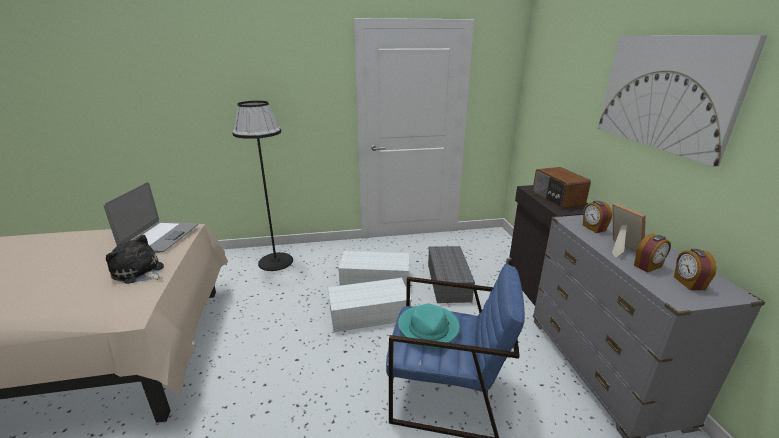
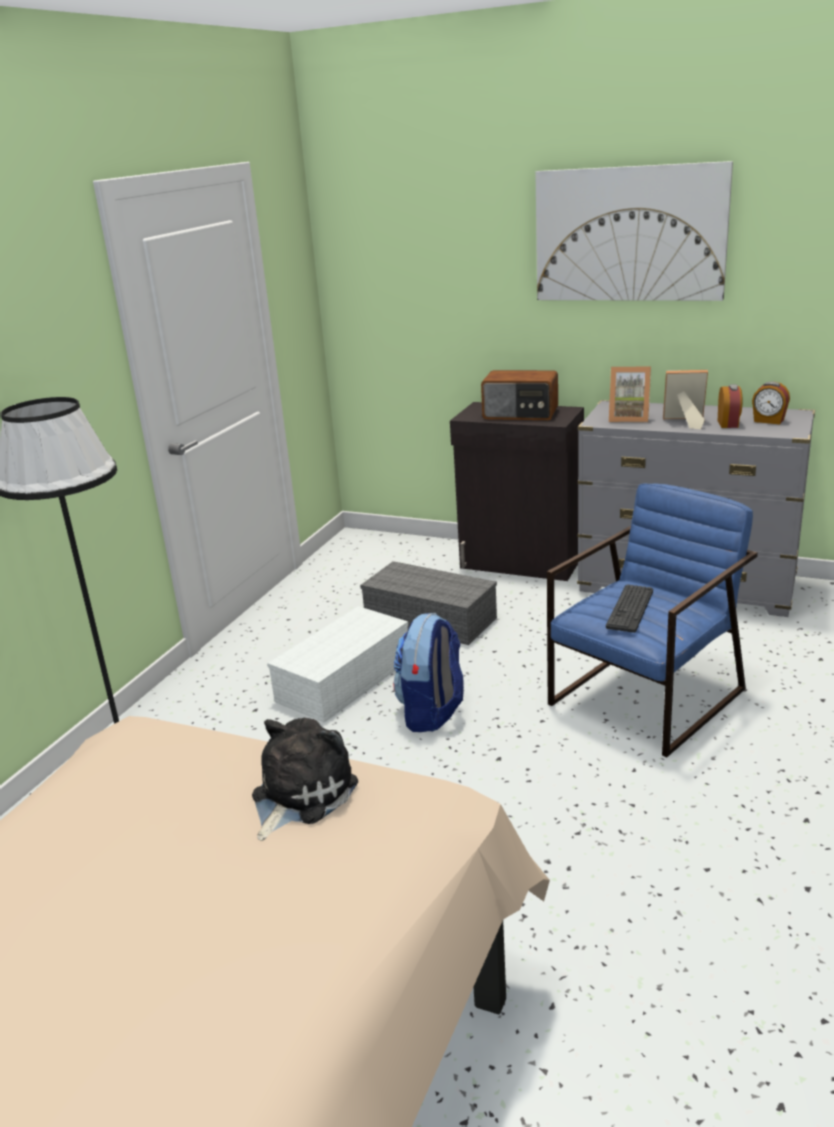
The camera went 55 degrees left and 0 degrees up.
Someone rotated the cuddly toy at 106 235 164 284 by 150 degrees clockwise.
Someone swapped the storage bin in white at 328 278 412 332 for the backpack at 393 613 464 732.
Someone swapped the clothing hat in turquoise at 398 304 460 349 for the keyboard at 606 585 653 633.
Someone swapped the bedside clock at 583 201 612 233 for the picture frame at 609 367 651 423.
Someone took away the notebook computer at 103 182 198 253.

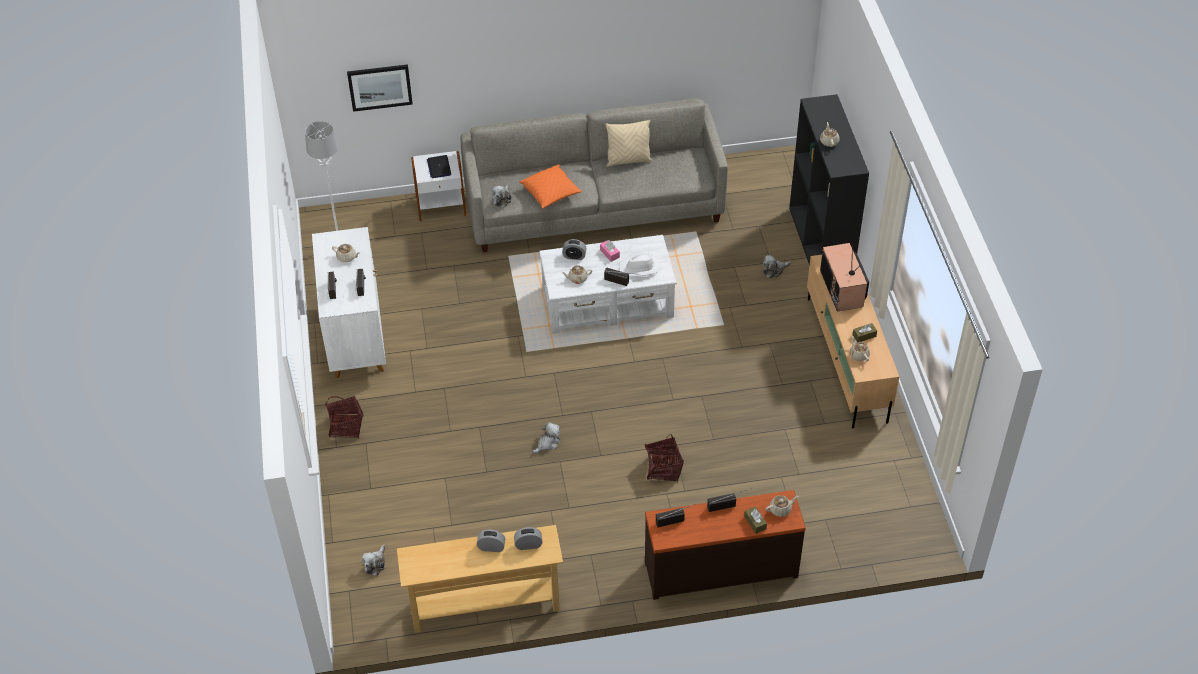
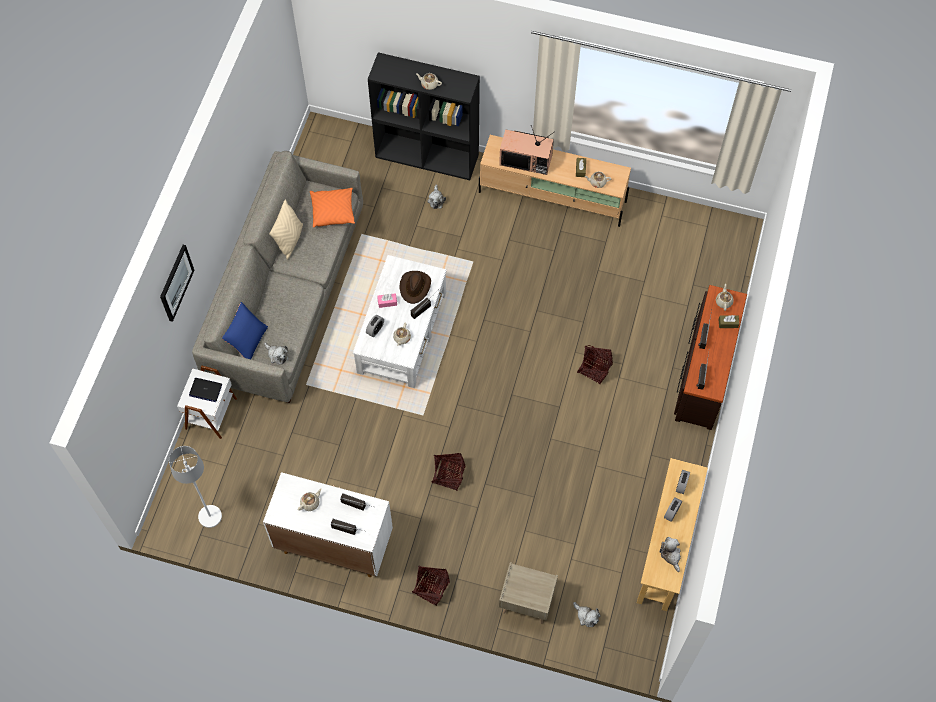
The camera went 65 degrees left and 15 degrees up.
Someone carried the wall art from 347 64 413 112 to 160 245 194 322.
Someone put down the pillow in blue at 222 302 268 359.
Someone carried the pillow in orange-coloured from 519 165 582 209 to 310 188 355 228.
Someone repainted the clothing hat in white at 619 251 660 277, which became the clothing hat in brown at 399 271 431 304.
Someone put down the basket at 432 453 465 490.
Someone put down the night table in sand-coloured at 499 562 558 624.
Someone carried the cuddly toy from 533 422 560 454 to 660 537 681 572.

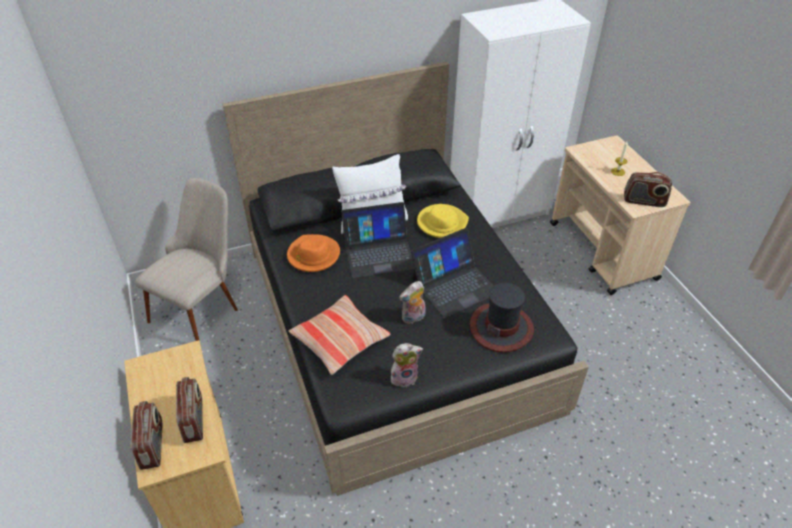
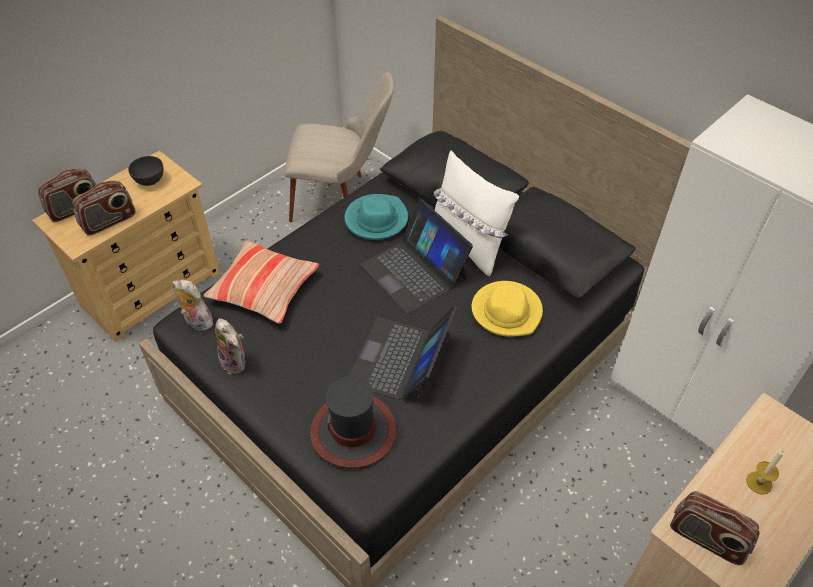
The camera went 65 degrees right and 5 degrees up.
Someone put down the serving bowl in grey at 128 156 163 186.
Someone carried the cuddly toy from 399 281 426 324 to 172 279 213 331.
Someone repainted the clothing hat in orange-coloured at 287 234 340 272, which became the clothing hat in turquoise at 344 194 408 240.
Someone rotated the notebook computer at 411 228 494 318 by 75 degrees clockwise.
Someone rotated the radio set at 624 172 672 207 by 45 degrees counterclockwise.

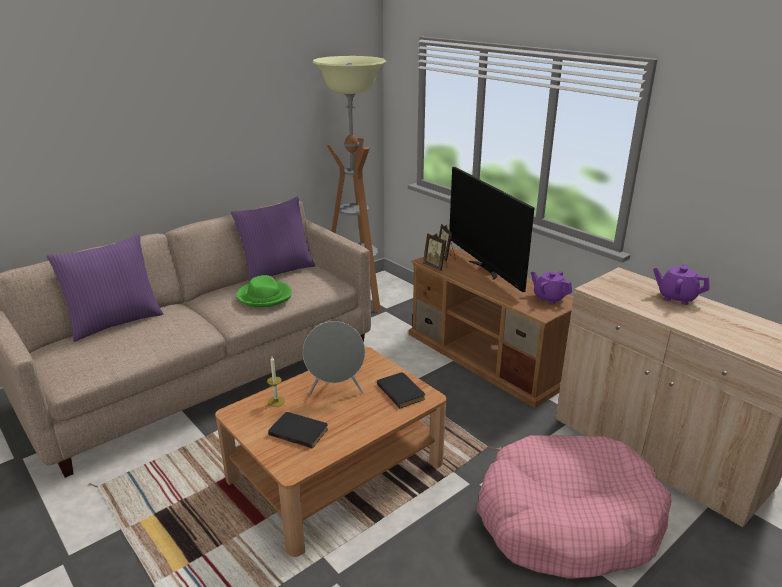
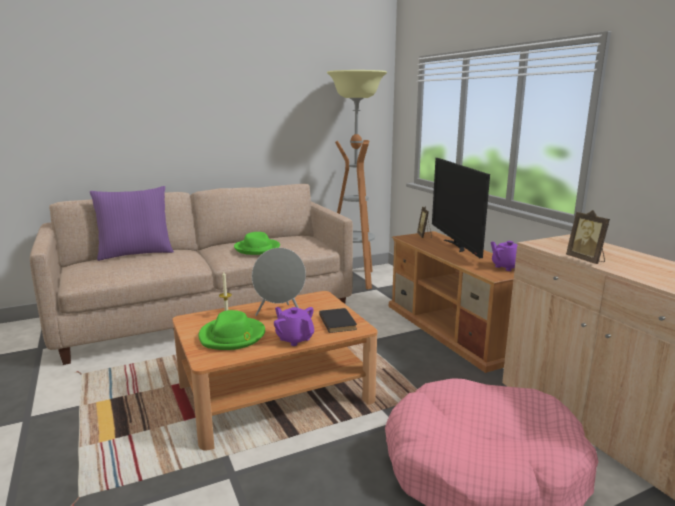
The camera went 15 degrees right and 10 degrees down.
Someone swapped the volume in black at 268 412 328 449 for the clothing hat in greenish at 198 310 265 350.
Someone carried the pot for tea in purplish from 653 264 710 305 to 274 307 314 346.
Someone carried the picture frame from 423 233 447 271 to 566 210 610 264.
Someone took away the pillow in purplish at 231 196 316 282.

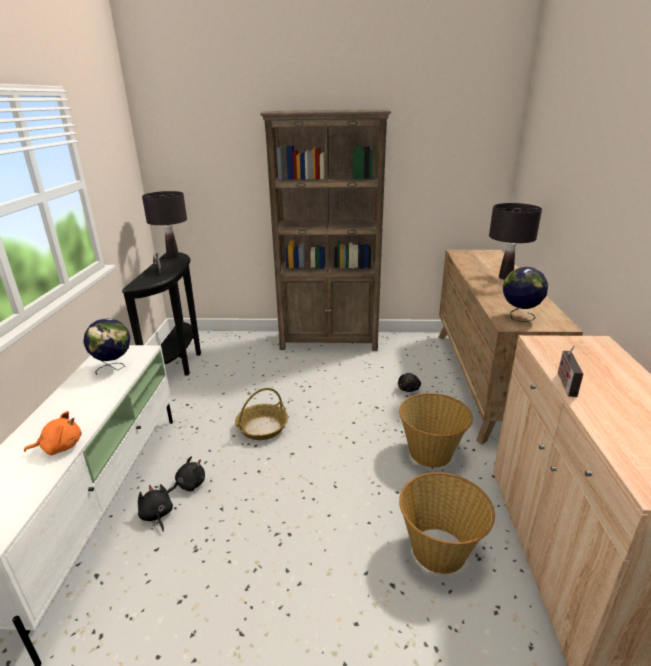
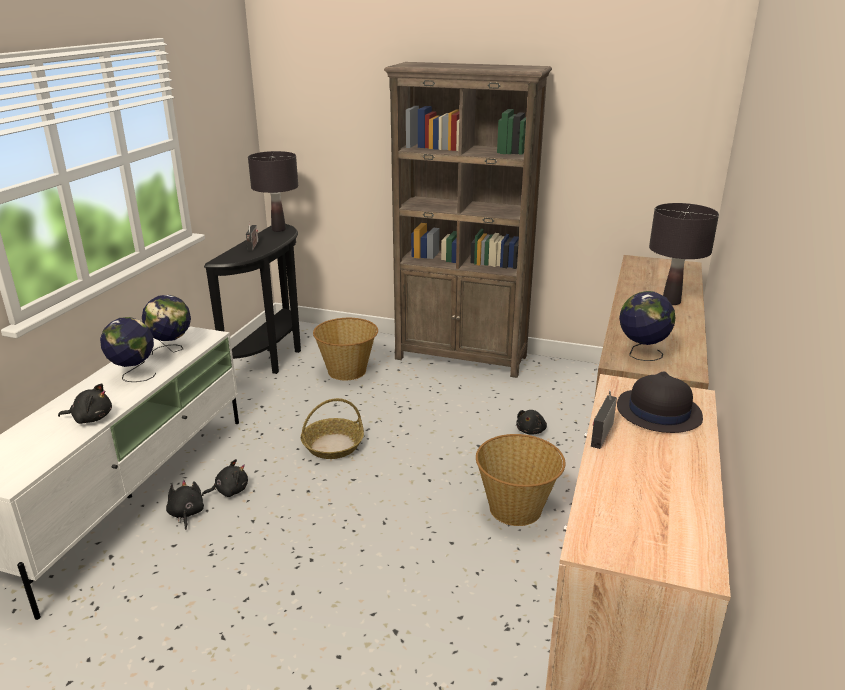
The camera went 15 degrees right and 0 degrees up.
Someone repainted the cuddly toy in orange-coloured at 24 411 81 455, which became the cuddly toy in black at 58 383 112 424.
Someone put down the globe at 100 317 156 382.
Someone carried the basket from 399 472 495 574 to 313 318 378 380.
Someone put down the clothing hat in black at 617 371 703 433.

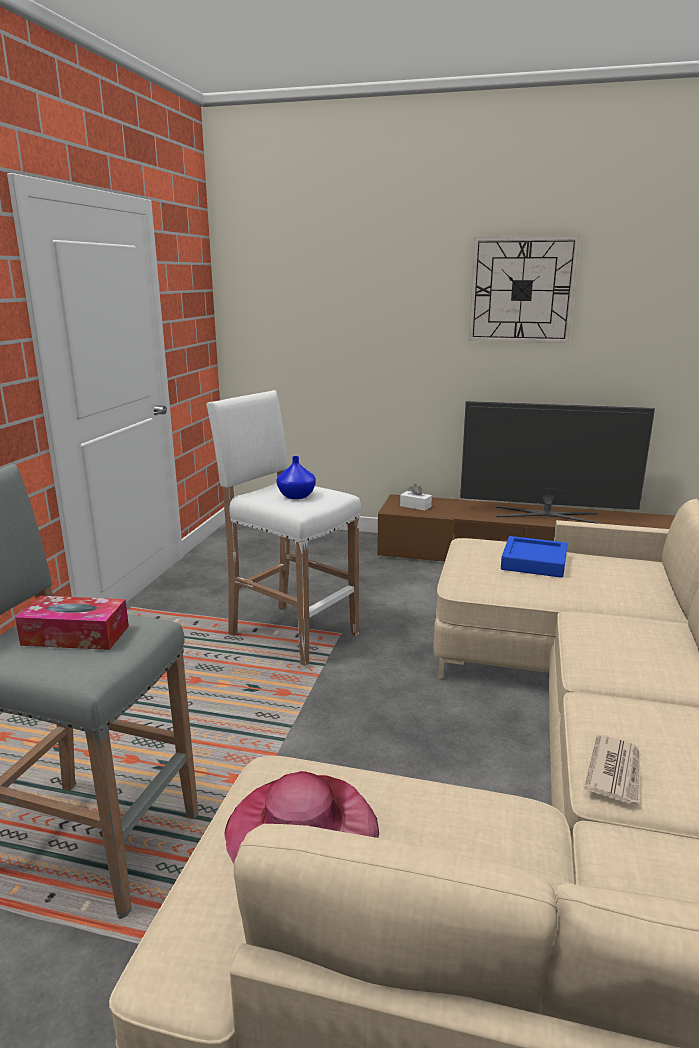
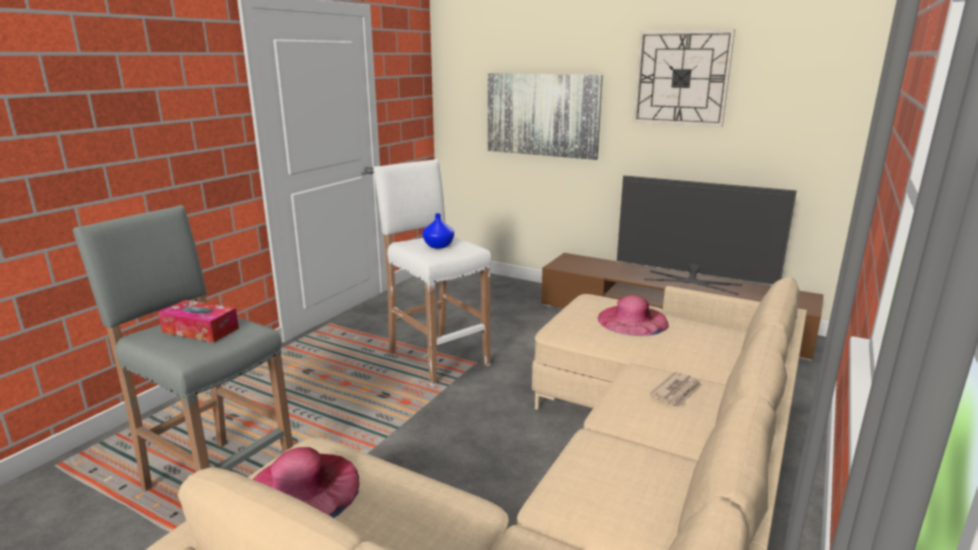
The camera went 15 degrees right and 0 degrees up.
Someone put up the wall art at 488 73 603 160.
Someone swapped the serving tray in blue at 501 536 567 578 for the clothing hat in pinkish at 597 295 669 336.
Someone carried the newspaper from 584 735 640 804 to 650 372 701 406.
Someone took away the tissue box in white at 400 484 432 511.

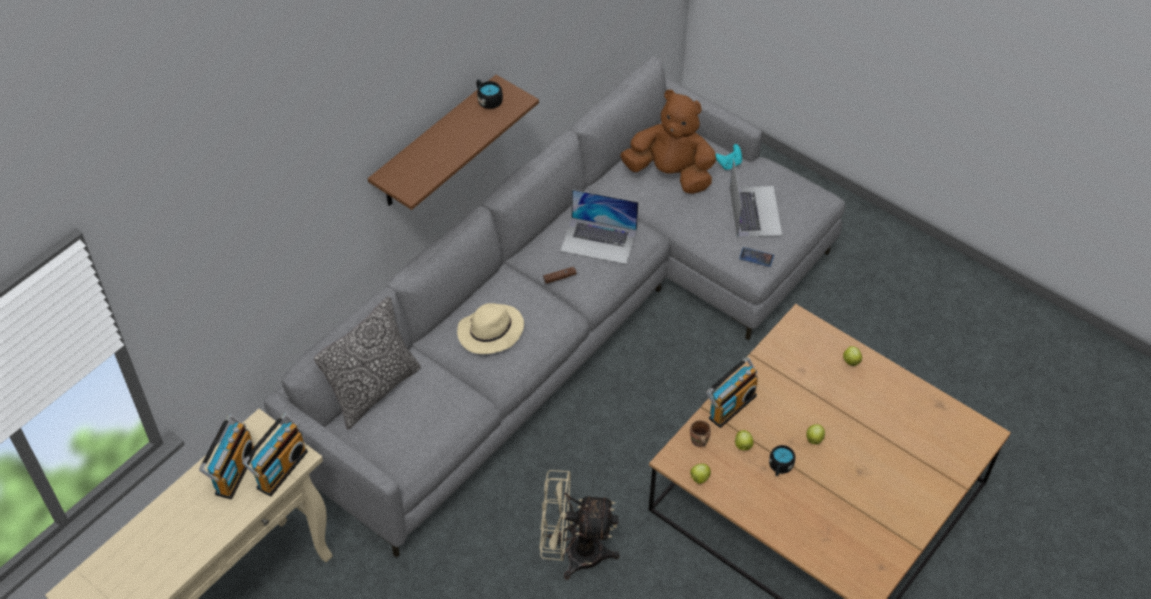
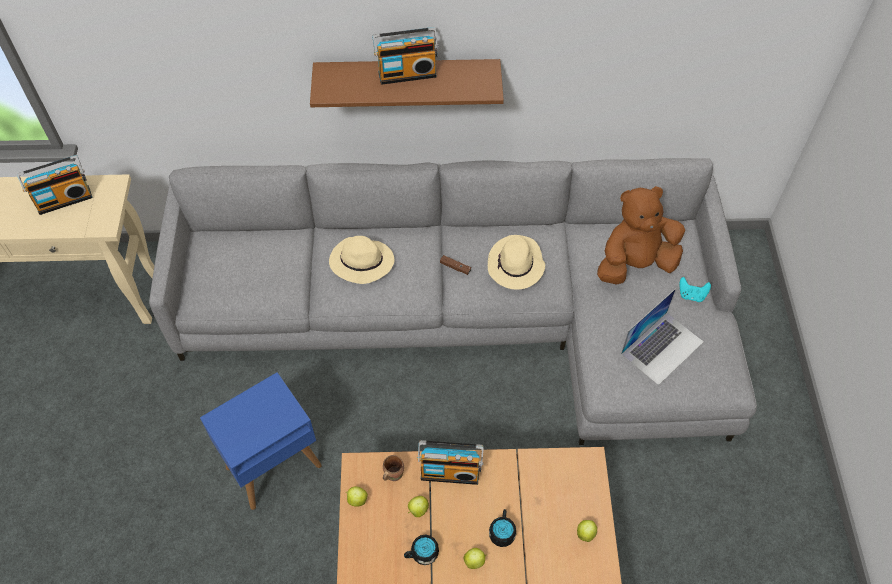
The camera went 50 degrees right and 5 degrees up.
Someone swapped the electric fan in sand-coloured at 540 470 620 580 for the side table in blue at 200 372 322 510.
Someone carried the radio set from 242 413 308 497 to 372 27 439 85.
Someone swapped the notebook computer at 560 189 639 264 for the clothing hat in sand-coloured at 488 235 545 290.
Someone carried the mug in black from 476 79 503 109 to 489 509 516 547.
Someone rotated the cuddly toy in brown at 620 90 716 194 by 90 degrees counterclockwise.
Someone took away the pillow at 314 296 420 430.
Someone took away the handset at 739 247 774 267.

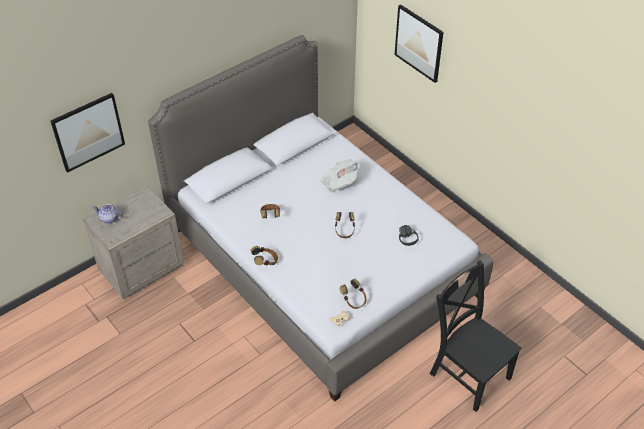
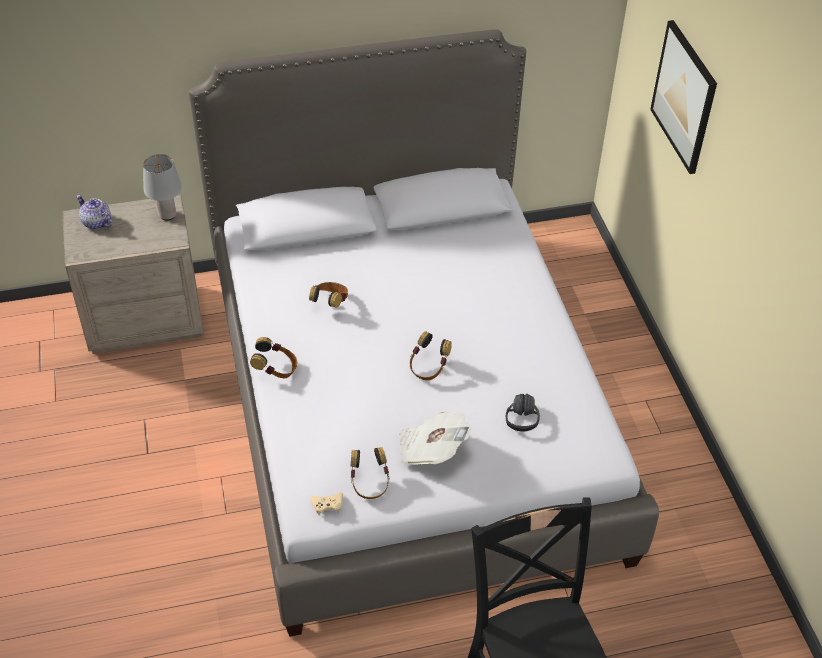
The camera went 25 degrees right and 0 degrees up.
Someone put down the lamp for a table in grey at 143 154 182 221.
Someone carried the newspaper from 321 159 360 192 to 399 412 471 465.
Someone took away the wall art at 50 93 125 173.

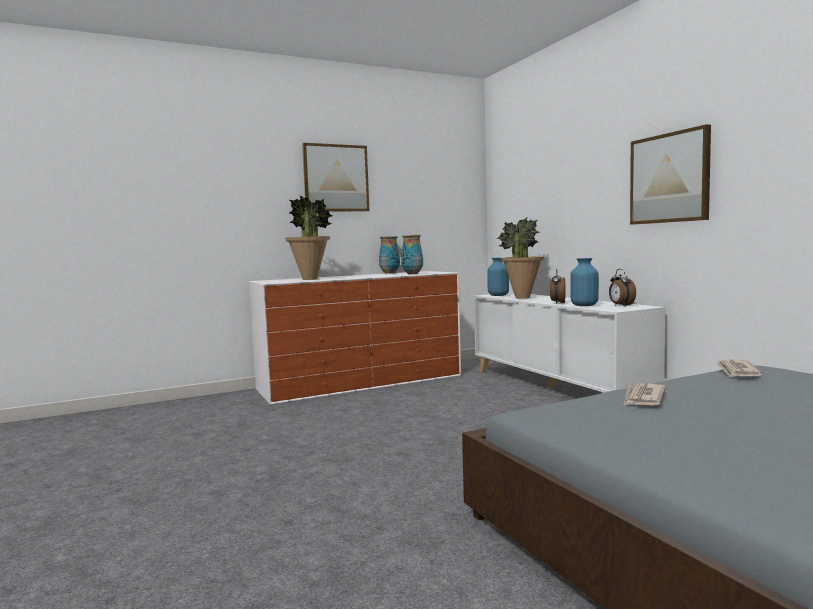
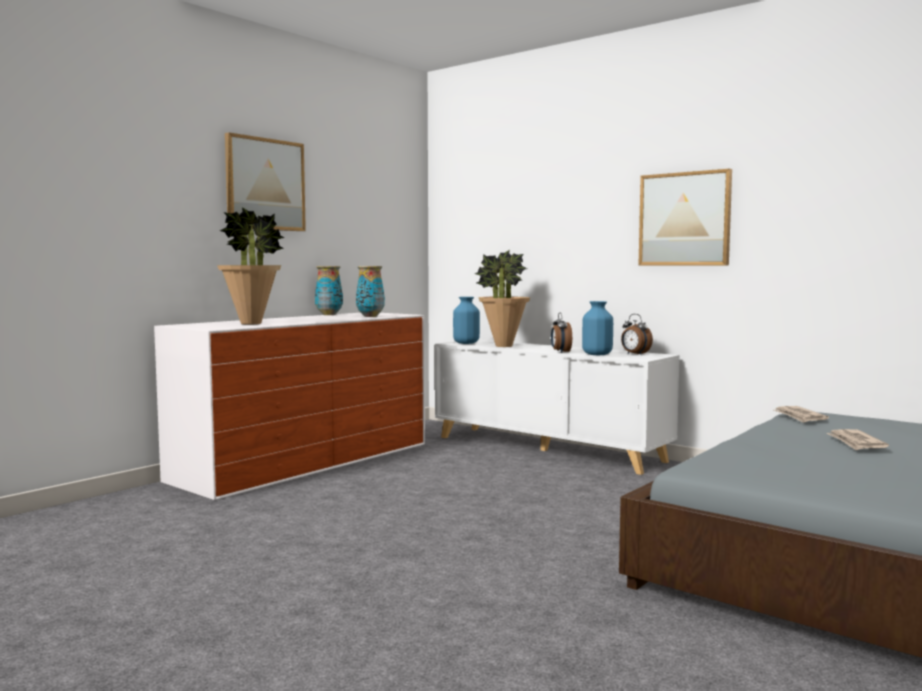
The camera went 25 degrees left and 0 degrees up.
Someone carried the newspaper from 623 383 666 406 to 827 429 889 451.

